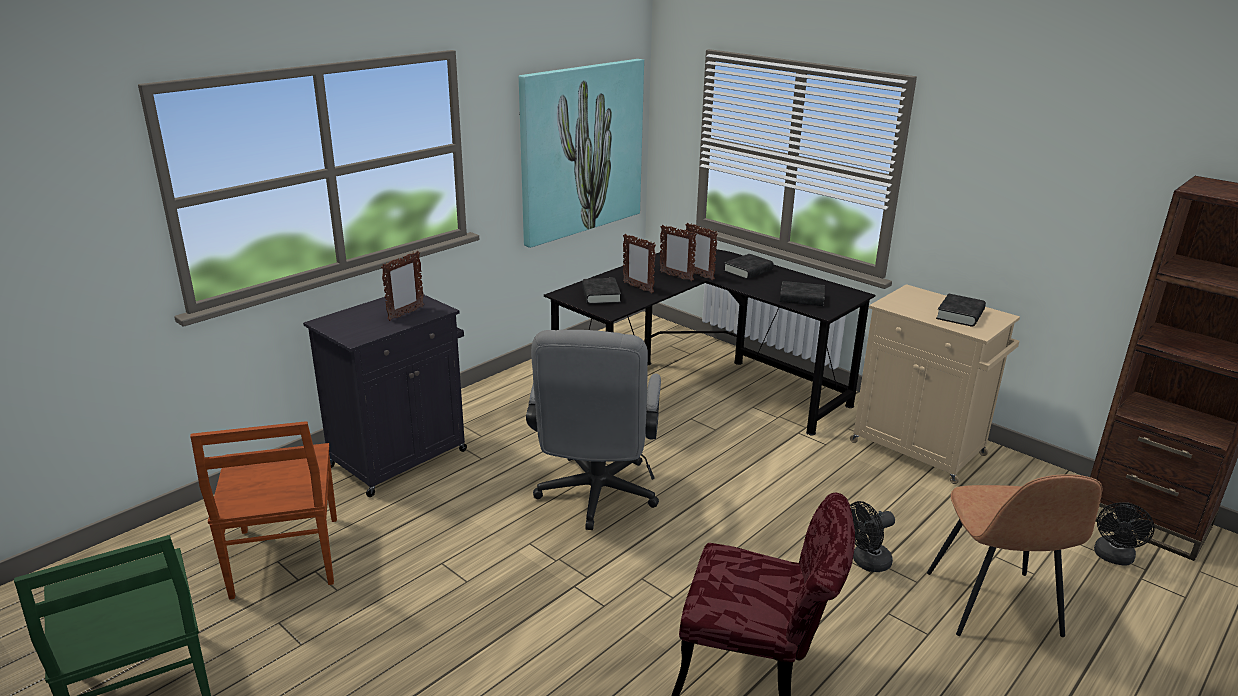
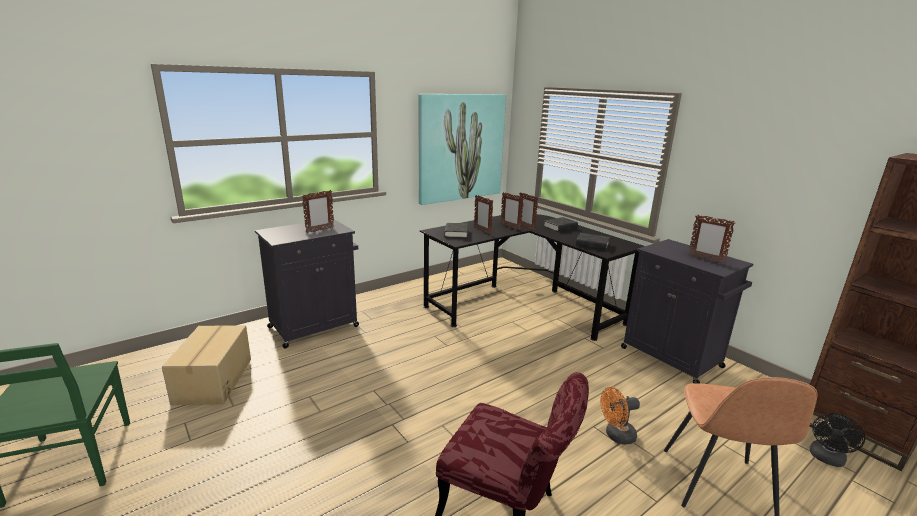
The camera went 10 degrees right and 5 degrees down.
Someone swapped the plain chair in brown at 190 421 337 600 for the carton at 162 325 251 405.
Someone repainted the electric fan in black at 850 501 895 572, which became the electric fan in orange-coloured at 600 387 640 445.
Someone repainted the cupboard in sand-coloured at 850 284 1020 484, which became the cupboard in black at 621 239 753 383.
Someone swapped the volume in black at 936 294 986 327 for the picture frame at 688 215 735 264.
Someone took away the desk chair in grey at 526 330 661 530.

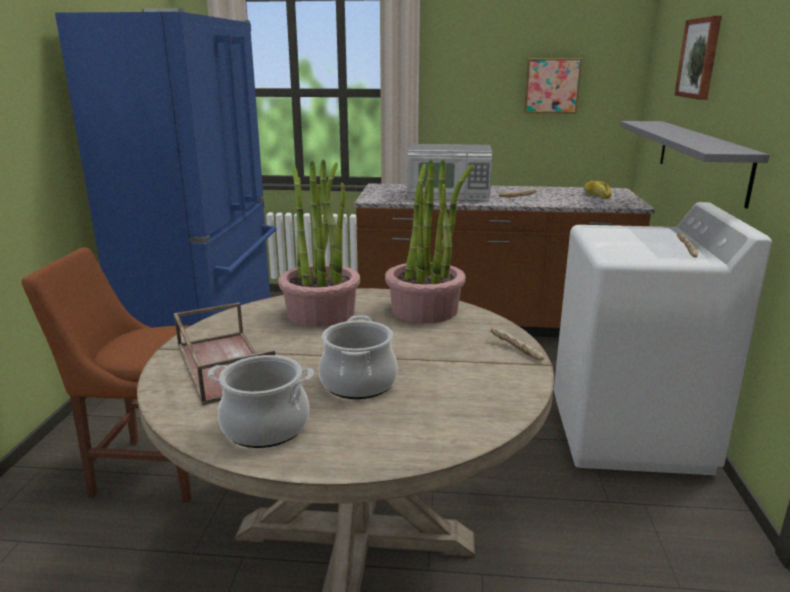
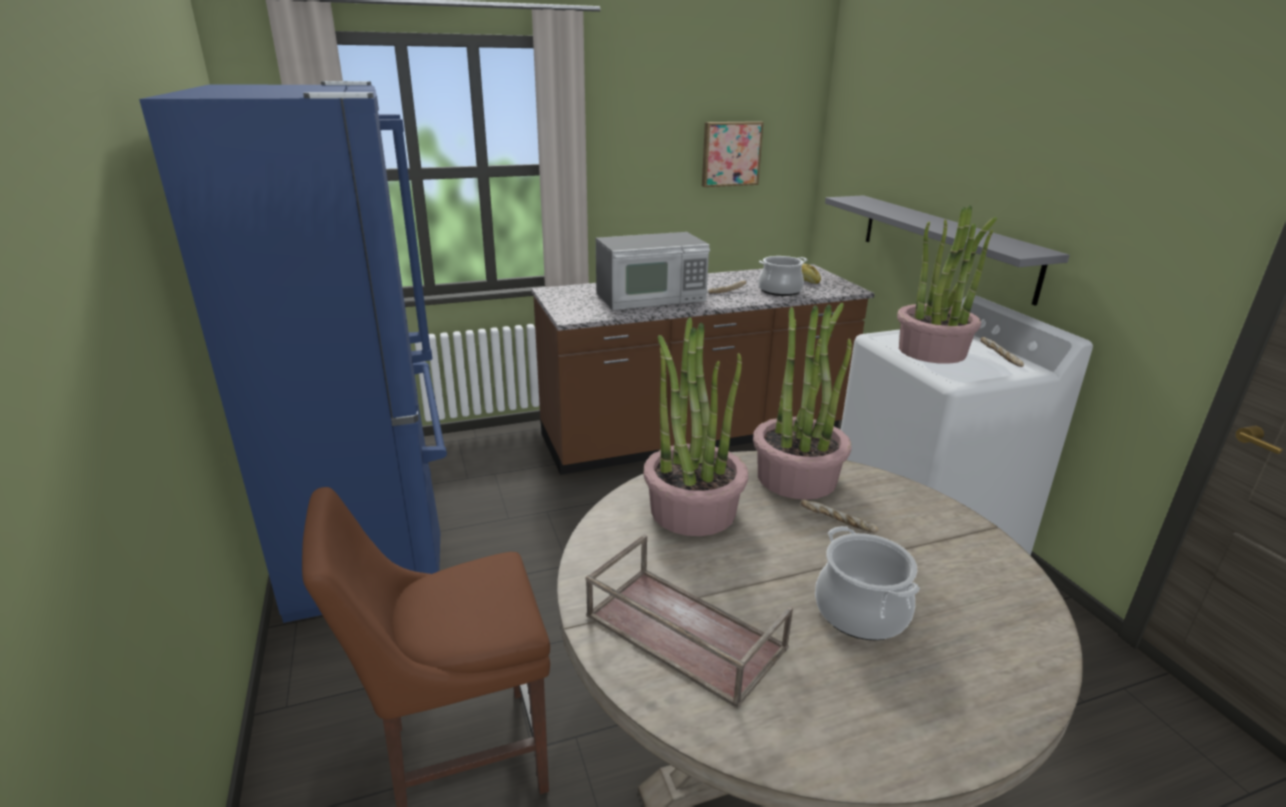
The camera went 25 degrees left and 5 degrees up.
Someone carried the stockpot from 208 355 314 448 to 759 256 807 296.
Someone carried the bread from 490 327 544 361 to 801 500 879 533.
Someone put down the potted plant at 897 205 997 364.
Someone took away the wall art at 675 16 722 100.

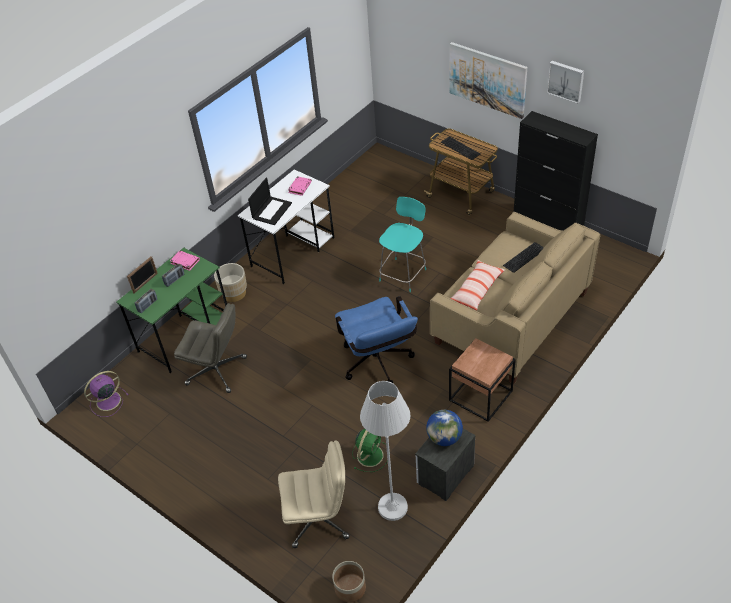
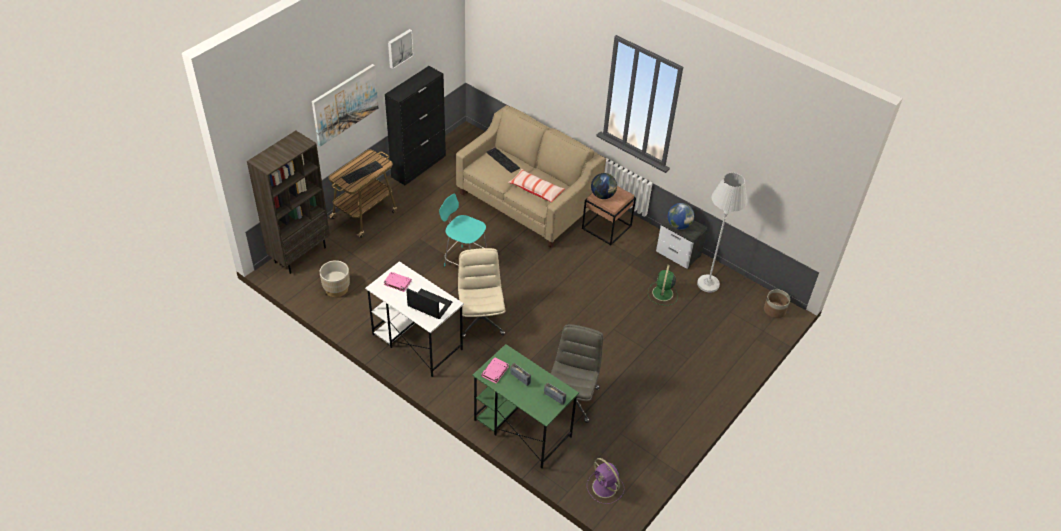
The camera went 95 degrees left and 0 degrees up.
Someone put down the shelving unit in brown at 247 131 330 274.
Someone carried the flower pot in sand-coloured from 214 263 247 302 to 320 260 350 297.
Someone carried the desk chair in sand-coloured from 278 440 349 548 to 458 248 505 338.
Someone put down the globe at 591 173 617 199.
Someone rotated the electric fan in greenish at 352 429 388 472 by 105 degrees counterclockwise.
Someone took away the picture frame at 127 256 158 293.
Someone took away the desk chair in blue at 335 296 418 383.

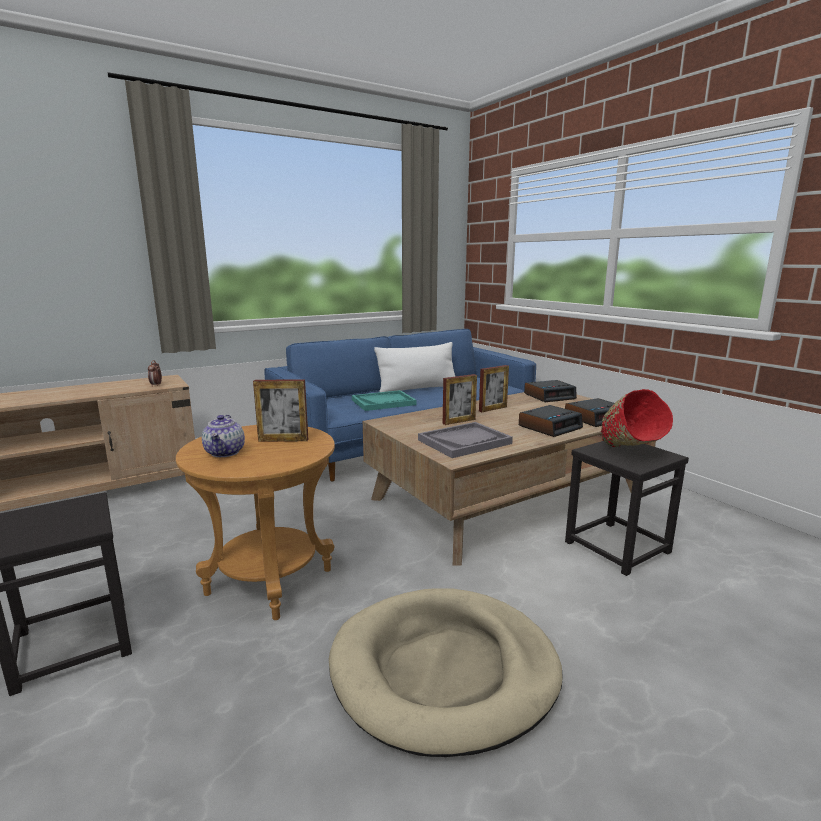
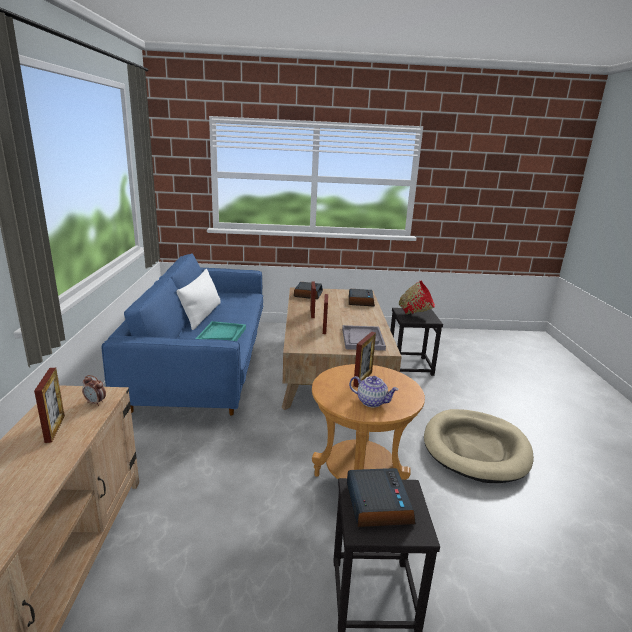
The camera went 60 degrees left and 5 degrees up.
Someone put down the picture frame at 34 368 65 443.
Someone carried the bedside clock from 519 405 583 437 to 347 468 416 527.

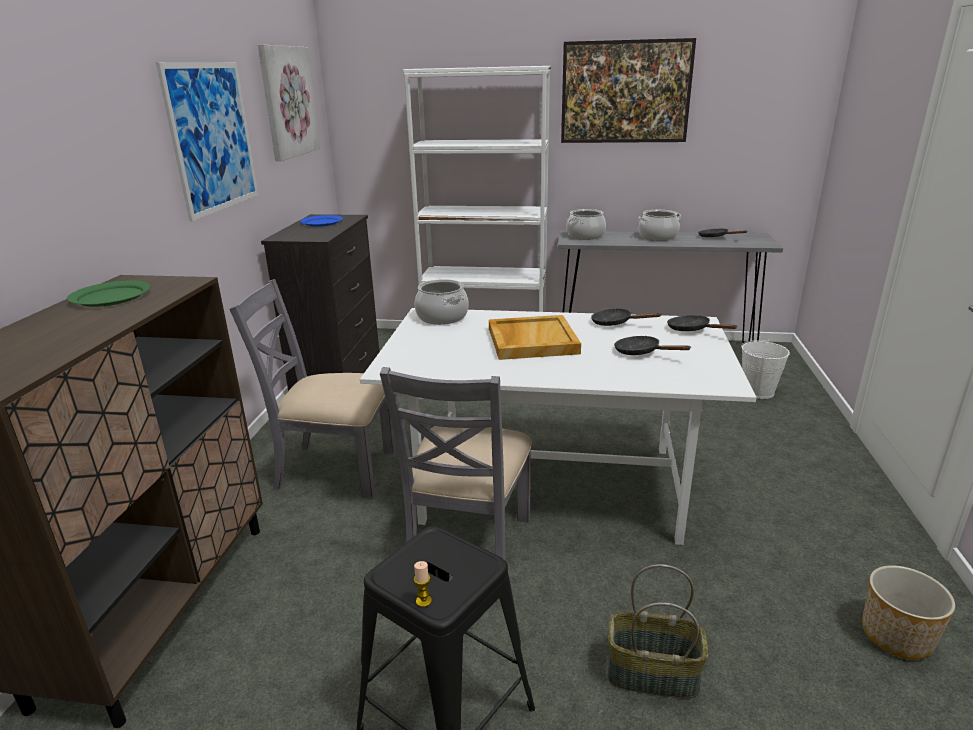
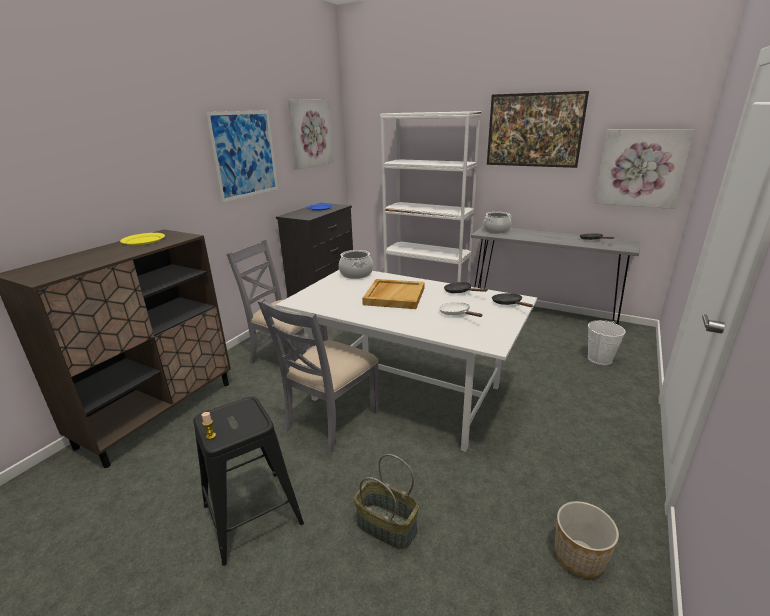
The camera went 20 degrees right and 0 degrees up.
Someone repainted the flat dish in greenish at 67 281 151 307, which became the flat dish in yellowish at 120 233 165 245.
Someone repainted the skillet in black at 614 336 690 355, which became the skillet in white at 439 302 482 317.
Someone put up the wall art at 594 129 694 209.
Someone took away the stockpot at 638 210 681 241.

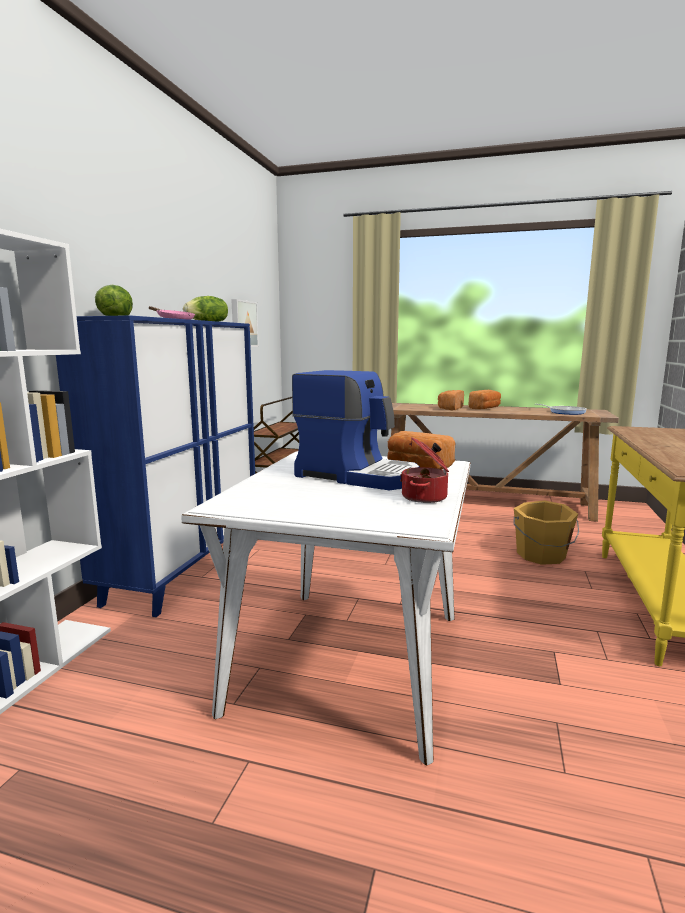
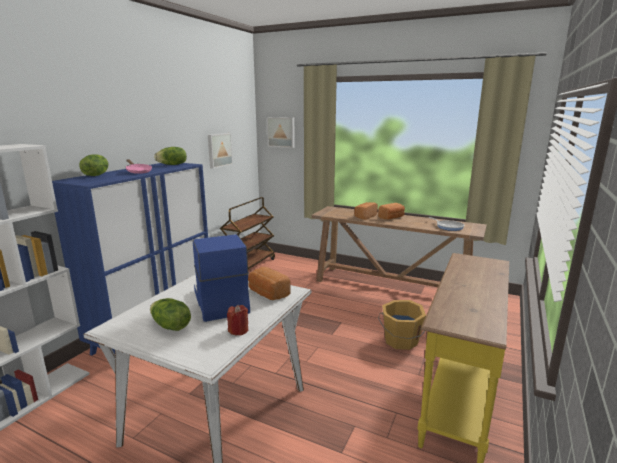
The camera went 10 degrees right and 5 degrees up.
Someone put down the head of lettuce at 150 298 191 331.
Someone rotated the coffee maker at 292 370 420 491 by 150 degrees counterclockwise.
Someone swapped the stockpot at 400 437 449 503 for the wax candle in red-coloured at 227 305 248 336.
Someone put up the wall art at 267 117 295 148.

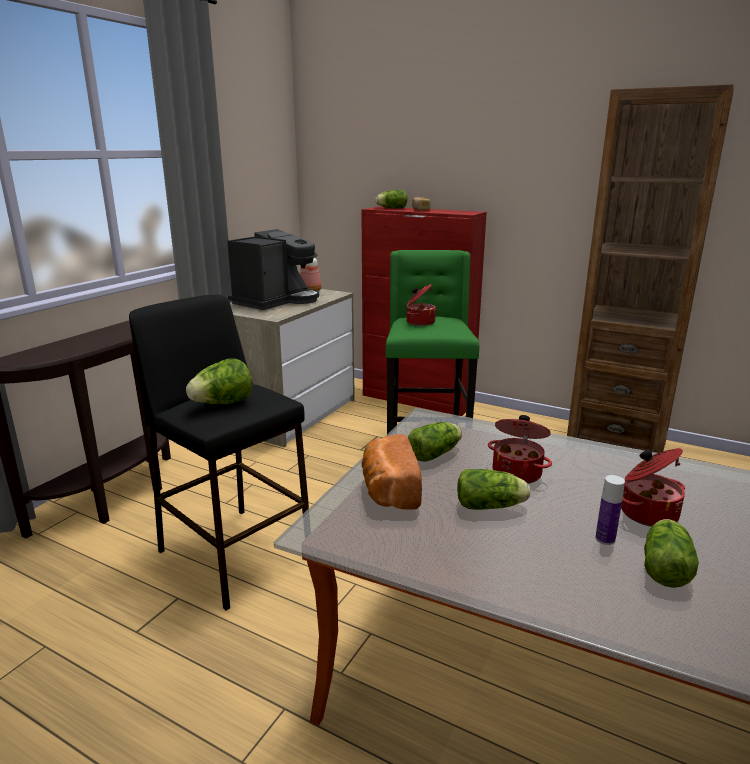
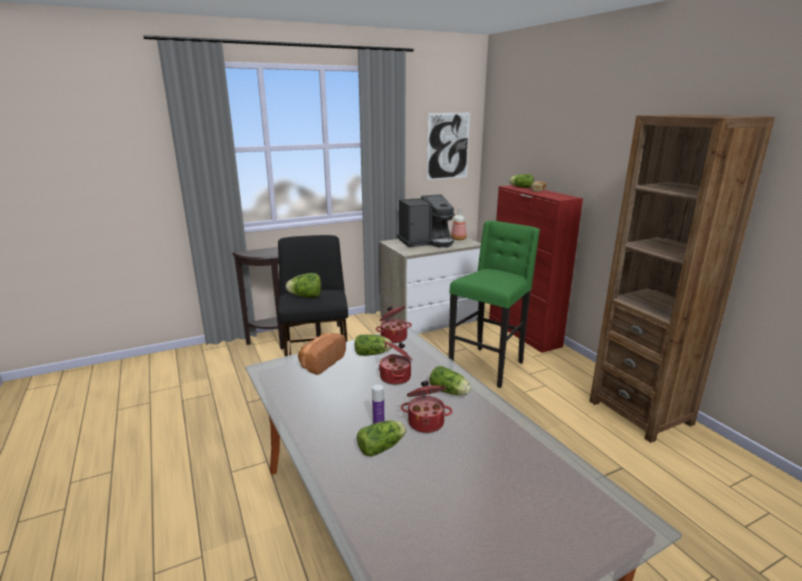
The camera went 35 degrees right and 0 degrees up.
Someone carried the stockpot from 407 284 436 326 to 376 306 412 343.
Someone put up the wall art at 427 113 470 180.
Someone carried the head of lettuce from 457 469 530 510 to 429 366 471 395.

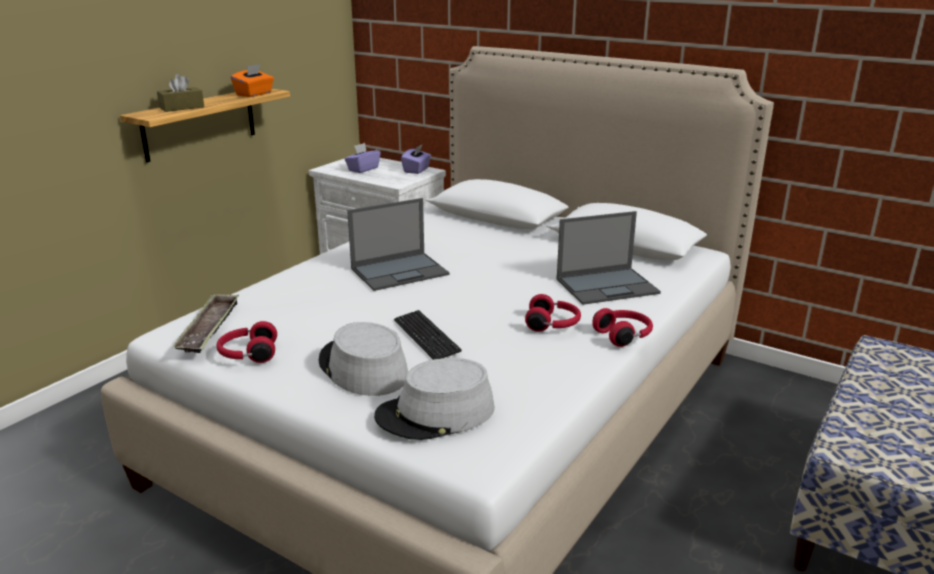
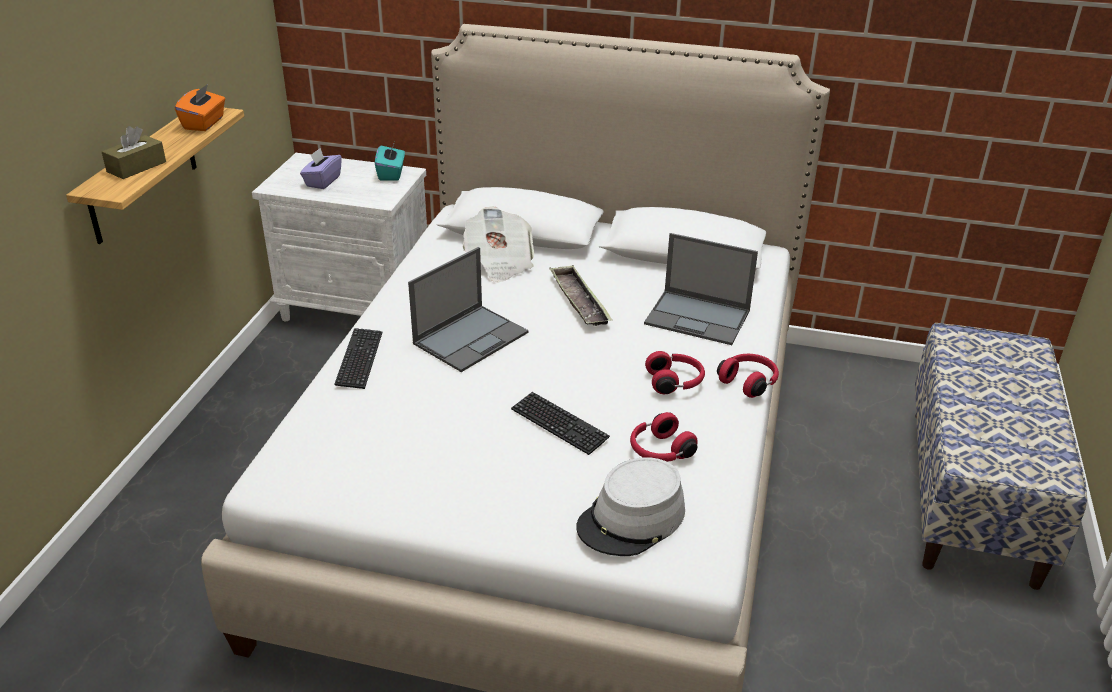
The camera went 20 degrees left and 10 degrees up.
Someone put down the keyboard at 334 328 382 389.
Someone repainted the tissue box in purplish at 401 145 431 174, which became the tissue box in turquoise at 375 142 405 181.
Someone put down the newspaper at 463 206 534 283.
Someone carried the serving tray from 173 293 239 353 to 549 265 613 326.
Someone carried the pair of headphones in red-coloured from 216 321 277 363 to 630 412 698 462.
Someone rotated the notebook computer at 556 211 661 305 by 60 degrees clockwise.
Someone took away the clothing hat in grey at 319 322 408 396.

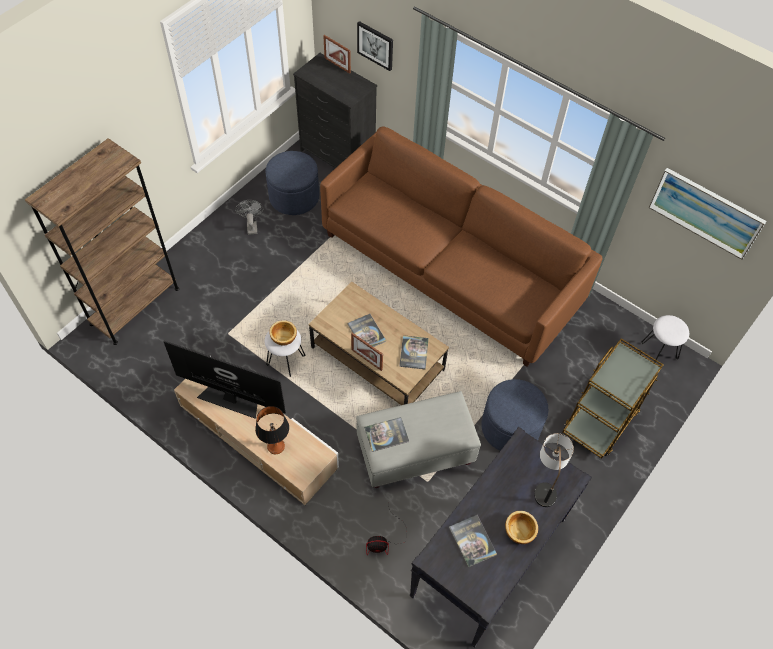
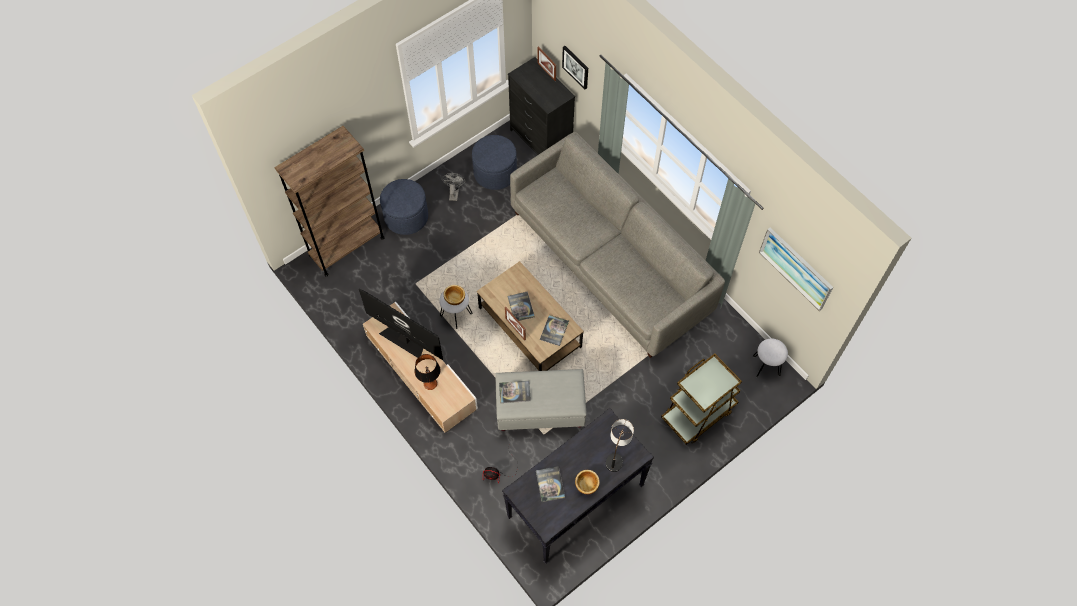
The camera went 15 degrees right and 5 degrees up.
Someone carried the ottoman in blue from 482 379 549 451 to 380 179 428 235.
Someone repainted the couch in brown at 320 126 602 367, which became the couch in grey at 510 132 725 358.

